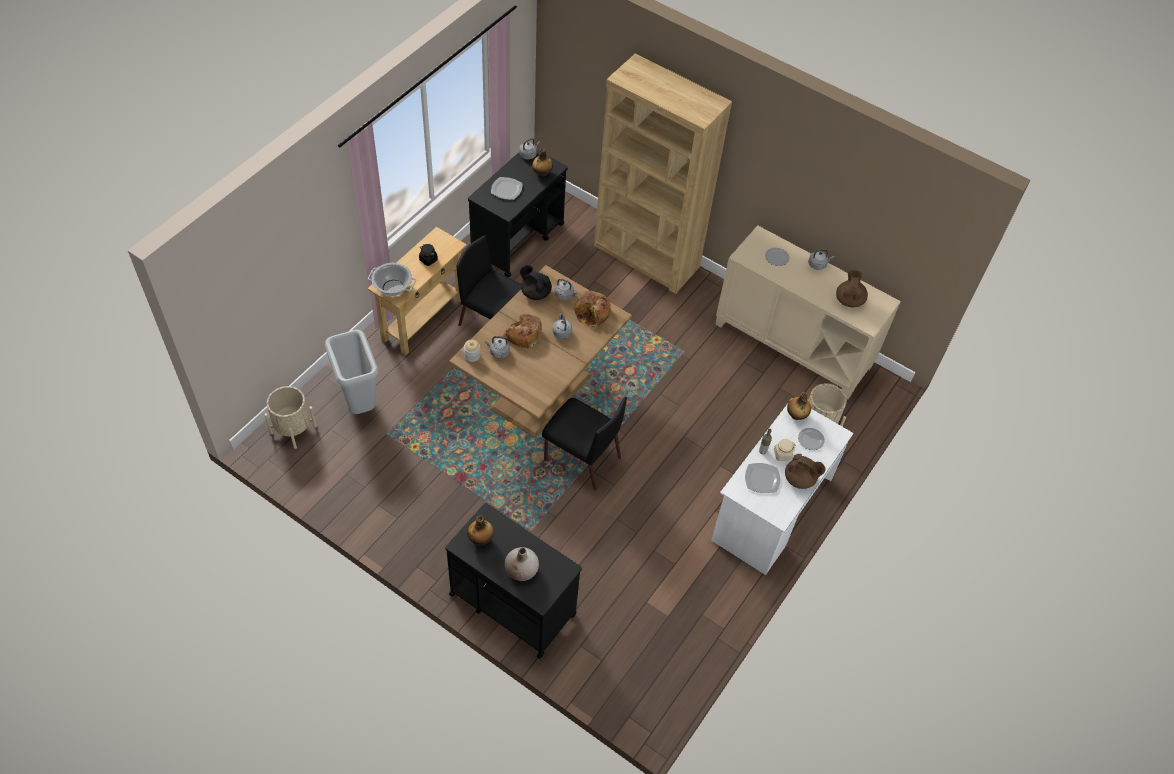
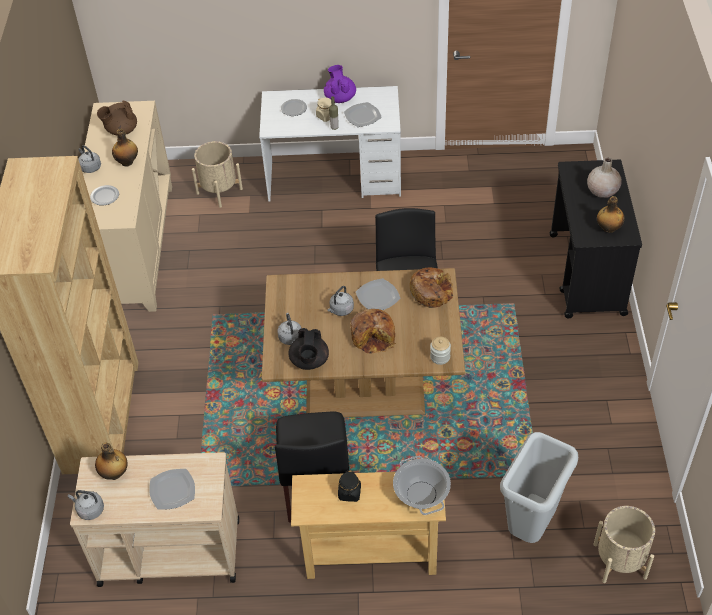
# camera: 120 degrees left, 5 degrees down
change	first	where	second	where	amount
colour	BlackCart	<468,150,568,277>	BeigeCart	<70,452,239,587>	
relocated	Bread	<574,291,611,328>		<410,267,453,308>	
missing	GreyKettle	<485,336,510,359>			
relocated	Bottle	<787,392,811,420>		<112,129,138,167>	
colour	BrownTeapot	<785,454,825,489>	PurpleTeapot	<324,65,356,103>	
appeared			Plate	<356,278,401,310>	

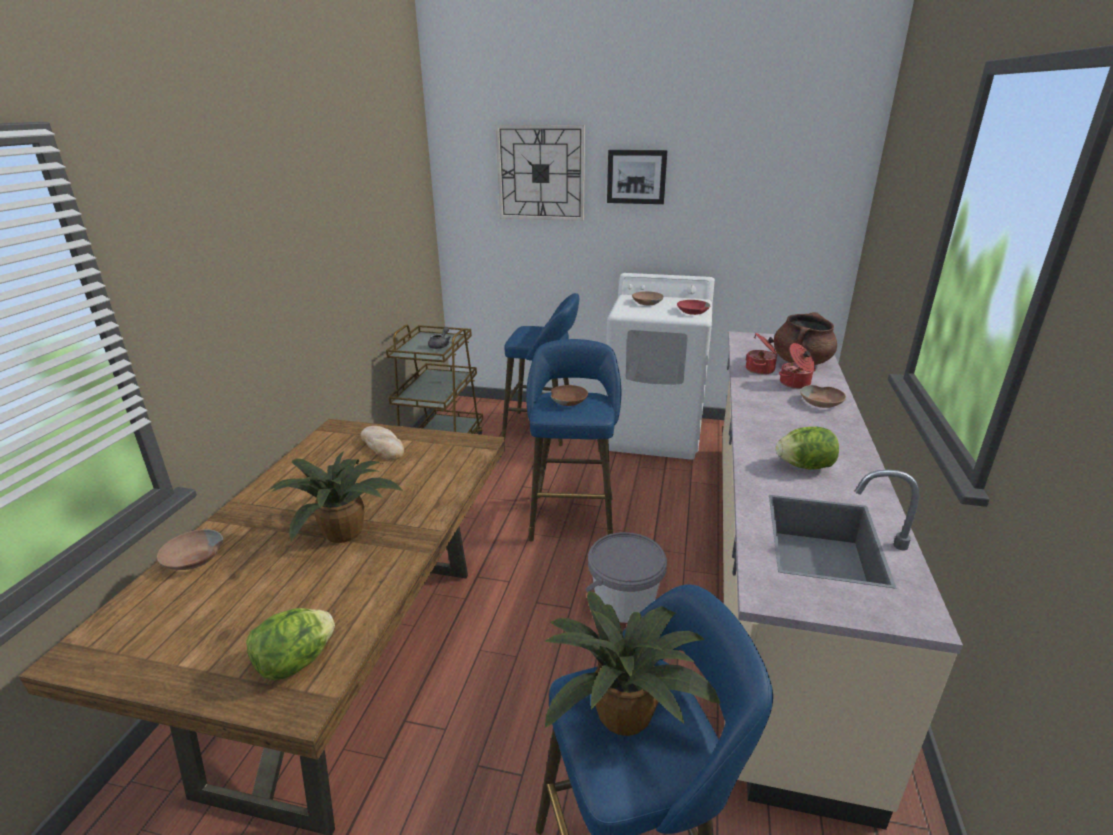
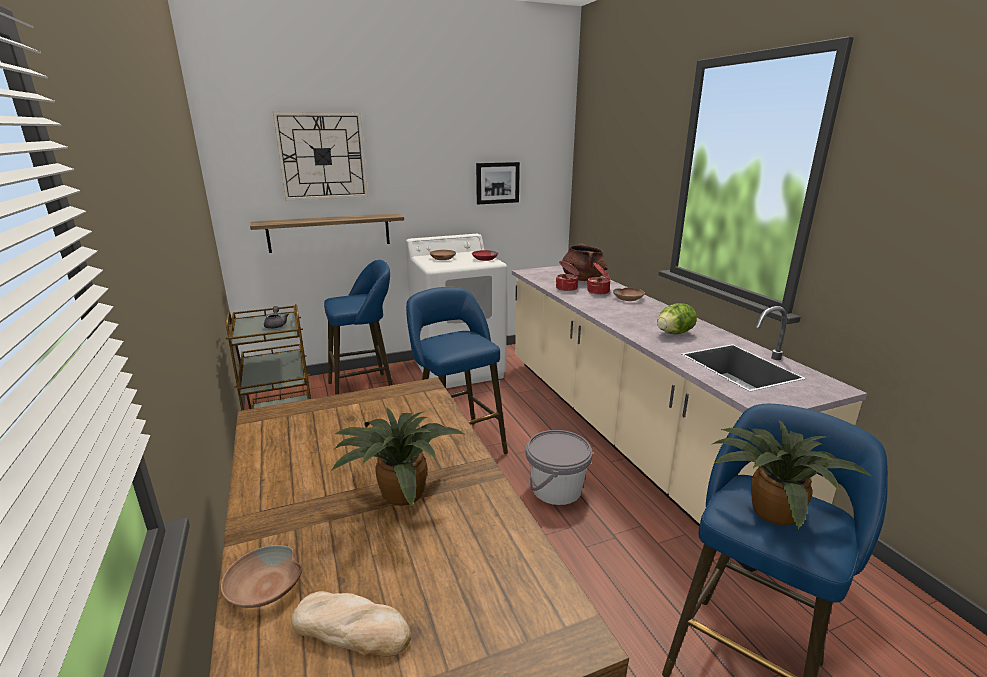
# camera: 35 degrees left, 5 degrees down
change	first	where	second	where	amount
relocated	Picture	<607,150,668,204>		<476,162,520,204>	
missing	BrownBowl	<551,385,588,406>			
relocated	Bread	<361,426,404,460>		<291,591,411,657>	
missing	Lettuce	<246,608,335,680>			
appeared			Shelf	<250,213,404,253>	

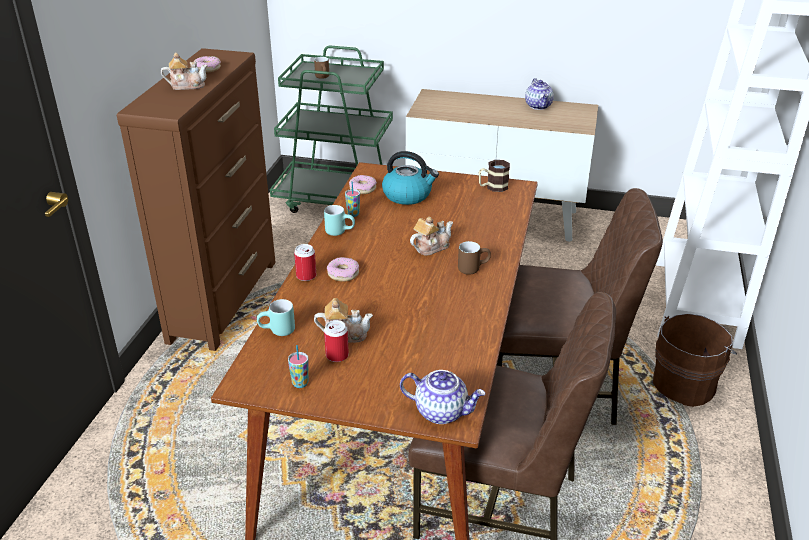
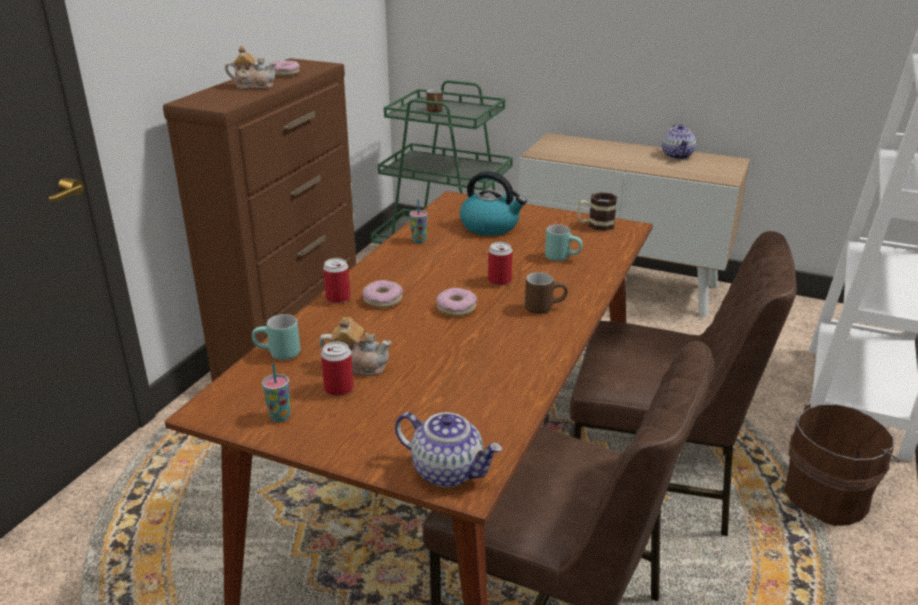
# camera: 10 degrees right, 5 degrees down
change	first	where	second	where	amount
relocated	Donut	<349,175,377,194>		<436,288,477,317>	
relocated	TurquoiseMug	<324,205,355,236>		<545,225,583,261>	
exchanged	Teapot	<410,217,453,255>	Can	<488,242,513,286>	

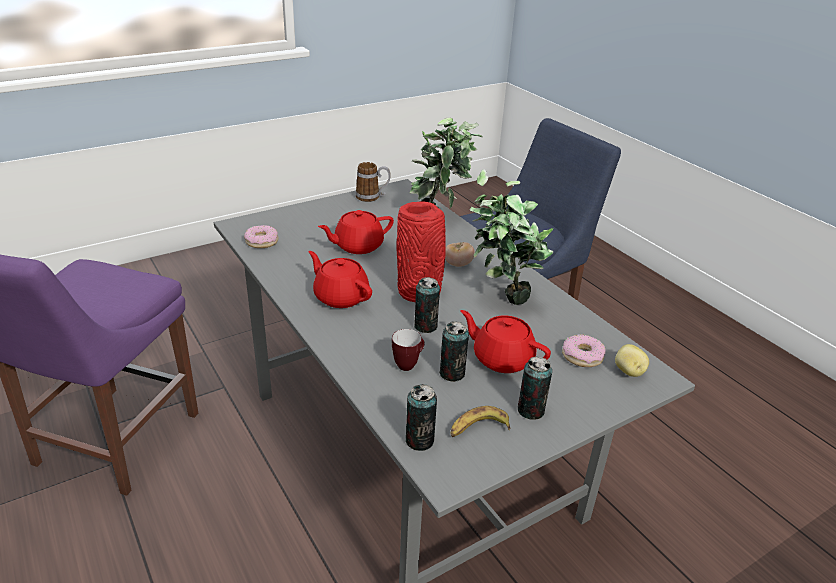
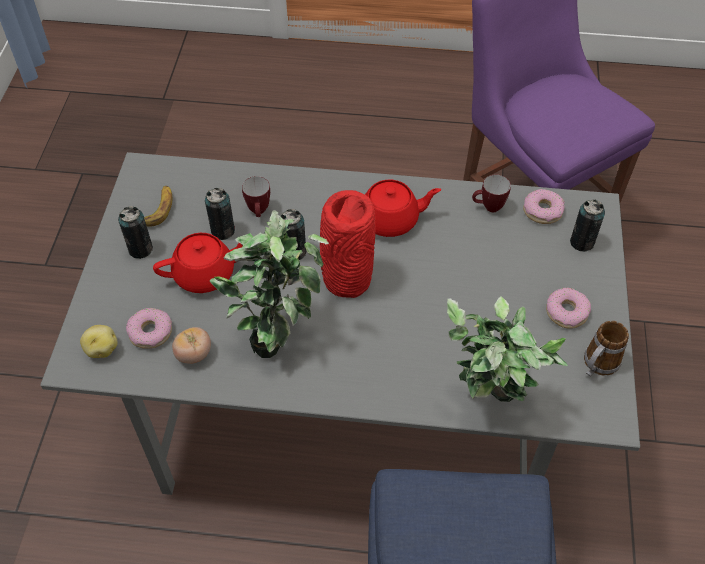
# camera: 130 degrees right, 20 degrees up
change	first	where	second	where	amount
missing	RedTeapot	<318,210,394,254>			
relocated	Tomato	<445,242,475,267>		<172,327,211,364>	
relocated	Can	<405,384,437,451>		<570,199,605,252>	
appeared			Mug	<472,175,511,212>	
appeared			Donut	<546,288,591,329>	

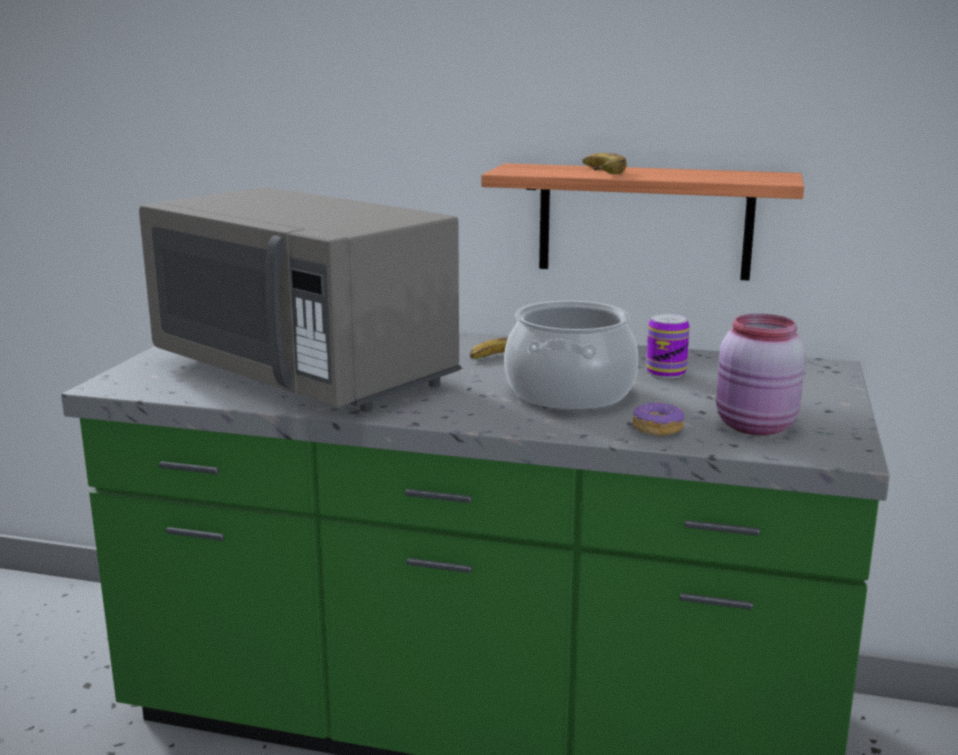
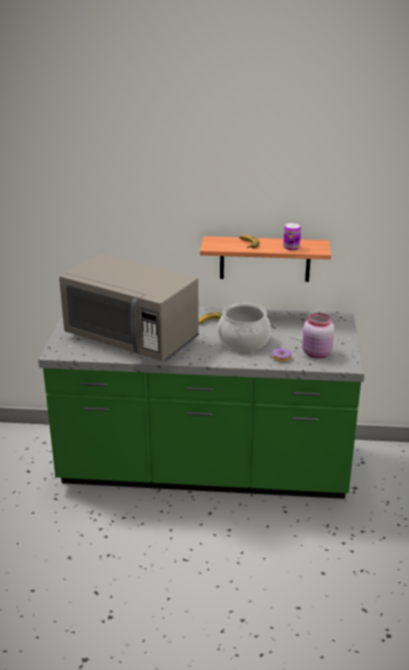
# camera: 10 degrees left, 10 degrees up
change	first	where	second	where	amount
relocated	Can	<646,314,690,378>		<283,223,301,251>	

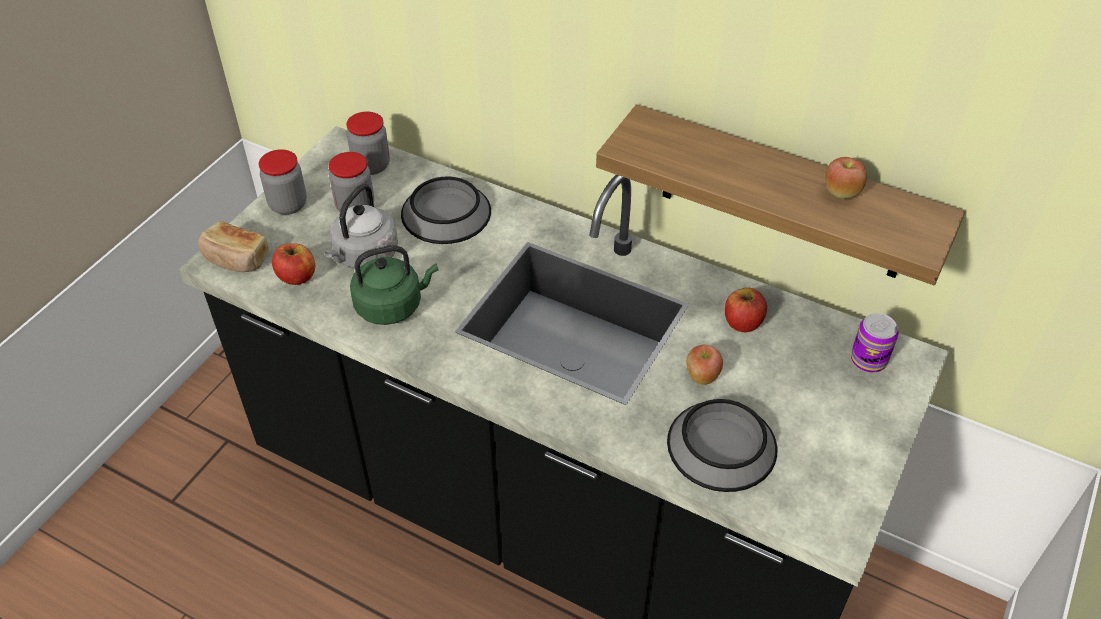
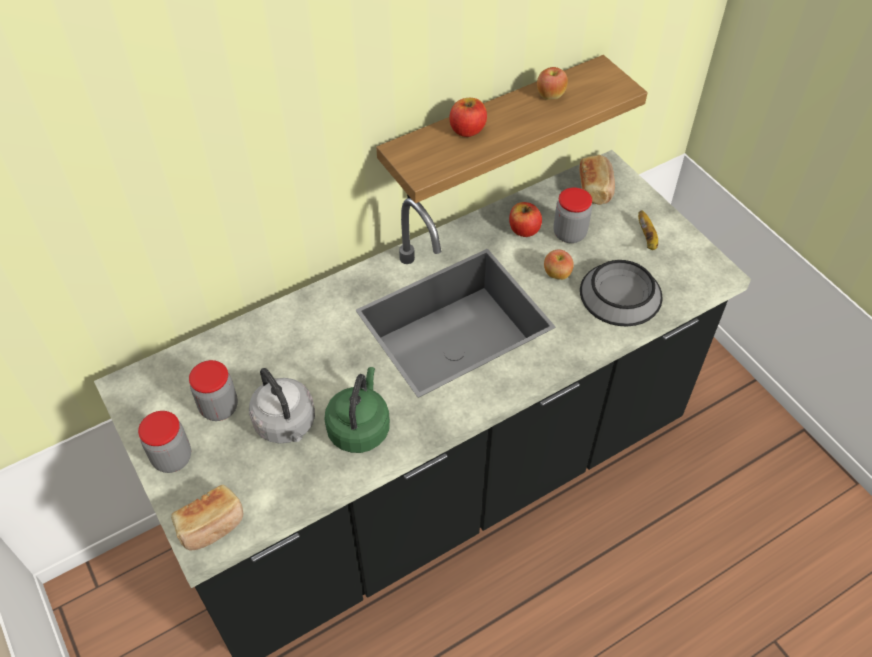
# camera: 60 degrees left, 5 degrees up
change	first	where	second	where	amount
relocated	Jar	<346,112,390,175>		<553,187,592,243>	
missing	Bowl	<401,176,491,244>			
relocated	Apple	<272,244,315,285>		<450,98,487,137>	
exchanged	Can	<851,313,899,373>	Bread	<579,155,615,205>	
appeared			Banana	<638,211,658,250>	

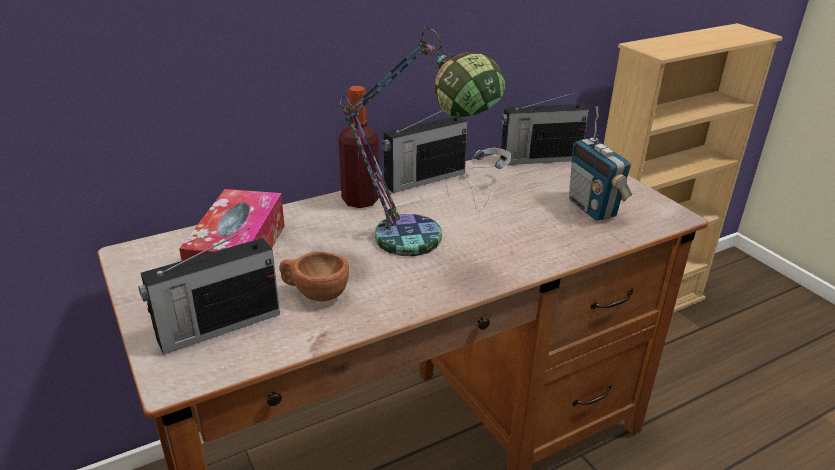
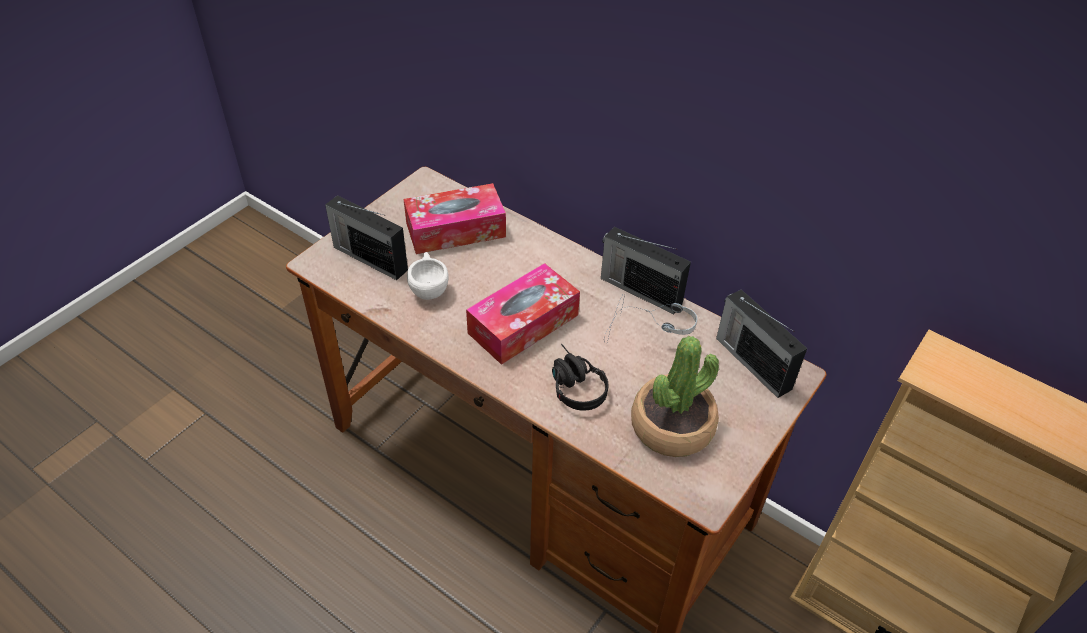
# camera: 65 degrees right, 15 degrees up
change	first	where	second	where	amount
exchanged	TableLamp	<340,27,505,256>	TissueBox	<466,263,580,365>	
missing	Bottle	<339,86,379,208>			
exchanged	Radio	<569,106,632,221>	PottedPlant	<631,336,719,457>	
colour	BrownCup	<279,251,349,302>	WhiteCup	<407,252,449,300>	
appeared			BlackHeadphones	<552,344,609,411>	

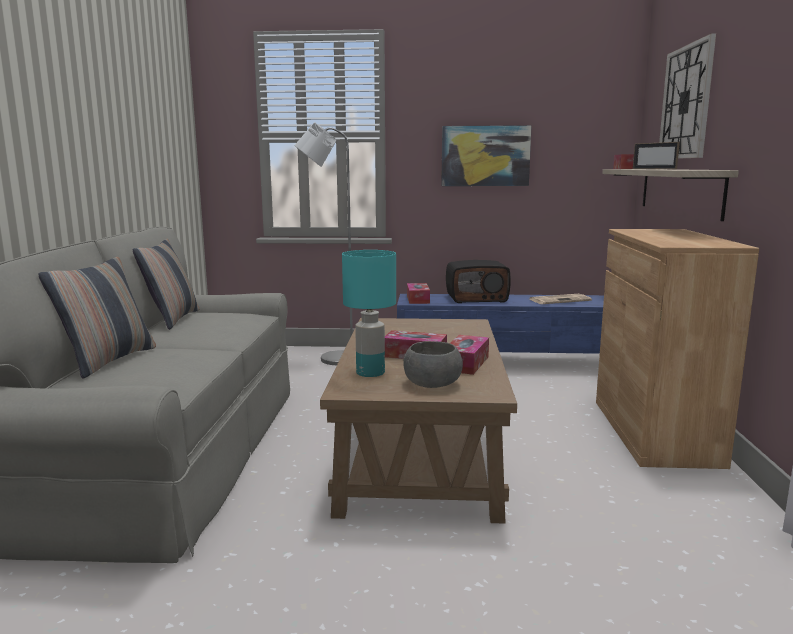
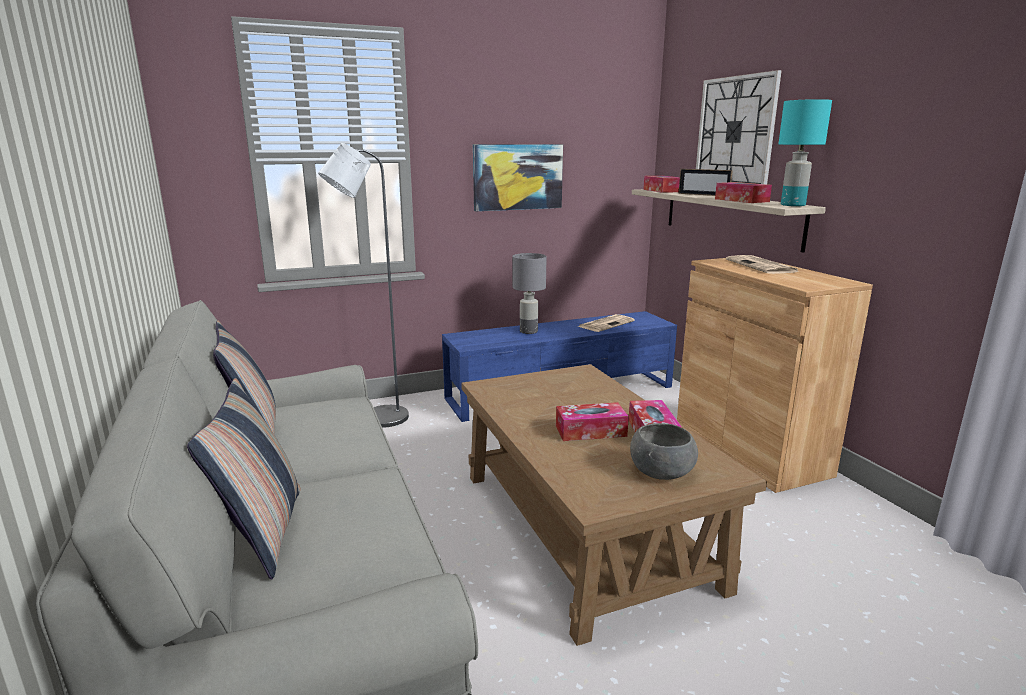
# camera: 25 degrees left, 5 degrees up
change	first	where	second	where	amount
relocated	TurquoiseTableLamp	<342,250,396,377>		<778,99,832,206>	
exchanged	Radio	<446,260,510,303>	GreyTableLamp	<512,253,546,334>	
relocated	TissueBox	<407,283,430,304>		<715,182,772,203>	
appeared			Newspaper	<726,255,798,274>	

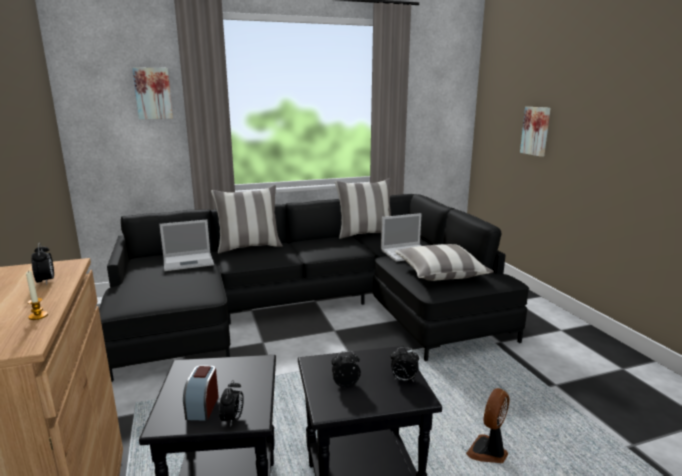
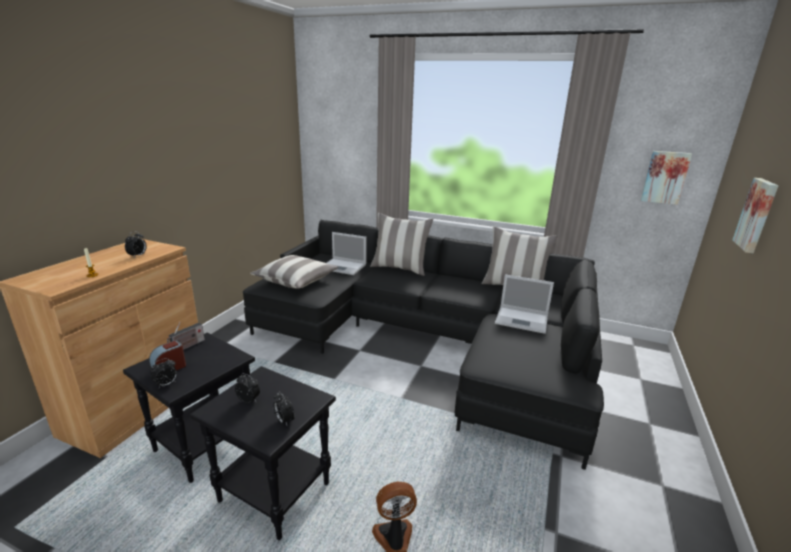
# camera: 40 degrees right, 5 degrees up
change	first	where	second	where	amount
relocated	Picture	<132,67,173,119>		<641,151,692,205>	
relocated	Pillow	<395,244,494,281>		<250,255,339,289>	
appeared			Radio	<167,322,205,350>	

